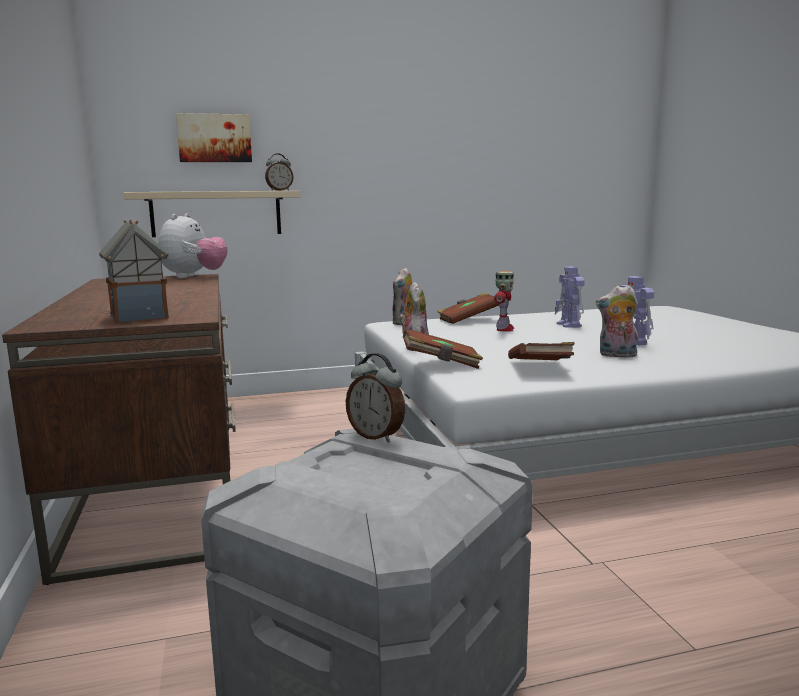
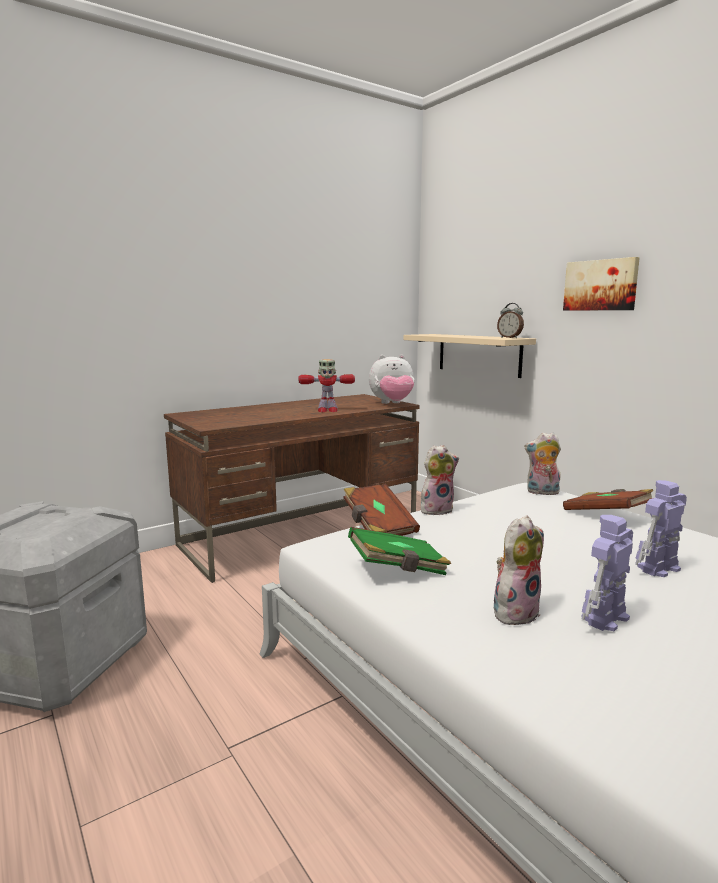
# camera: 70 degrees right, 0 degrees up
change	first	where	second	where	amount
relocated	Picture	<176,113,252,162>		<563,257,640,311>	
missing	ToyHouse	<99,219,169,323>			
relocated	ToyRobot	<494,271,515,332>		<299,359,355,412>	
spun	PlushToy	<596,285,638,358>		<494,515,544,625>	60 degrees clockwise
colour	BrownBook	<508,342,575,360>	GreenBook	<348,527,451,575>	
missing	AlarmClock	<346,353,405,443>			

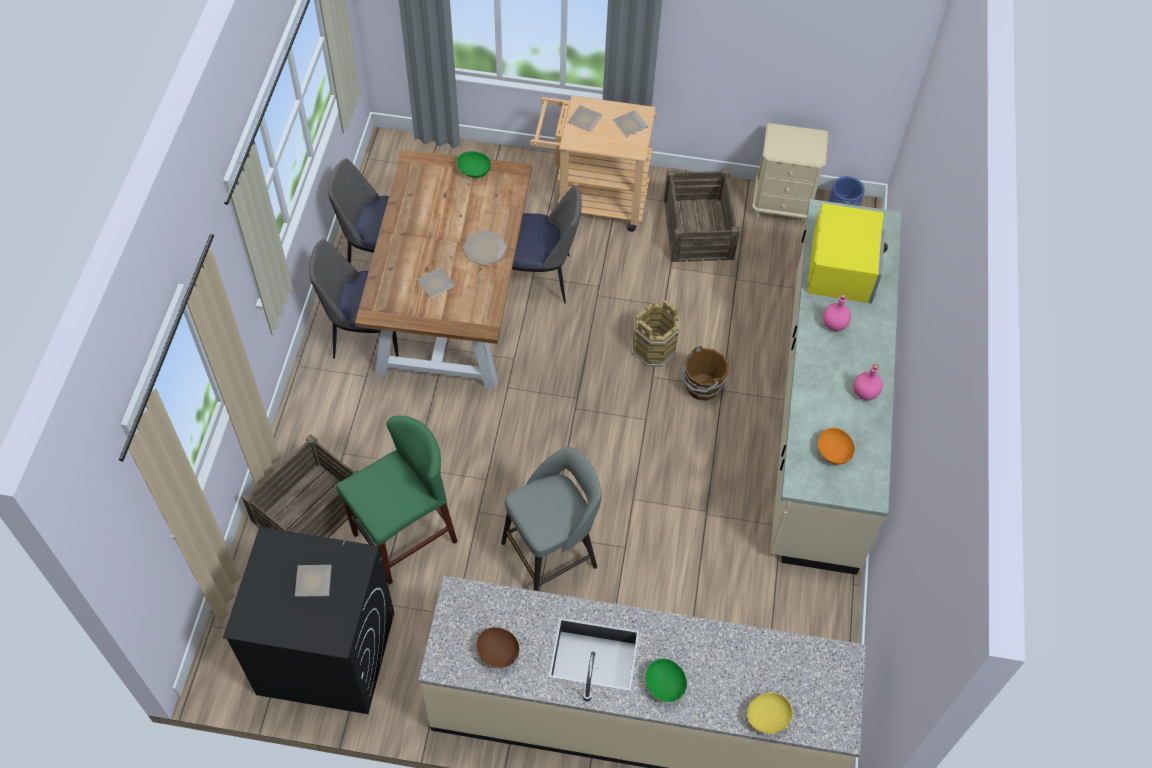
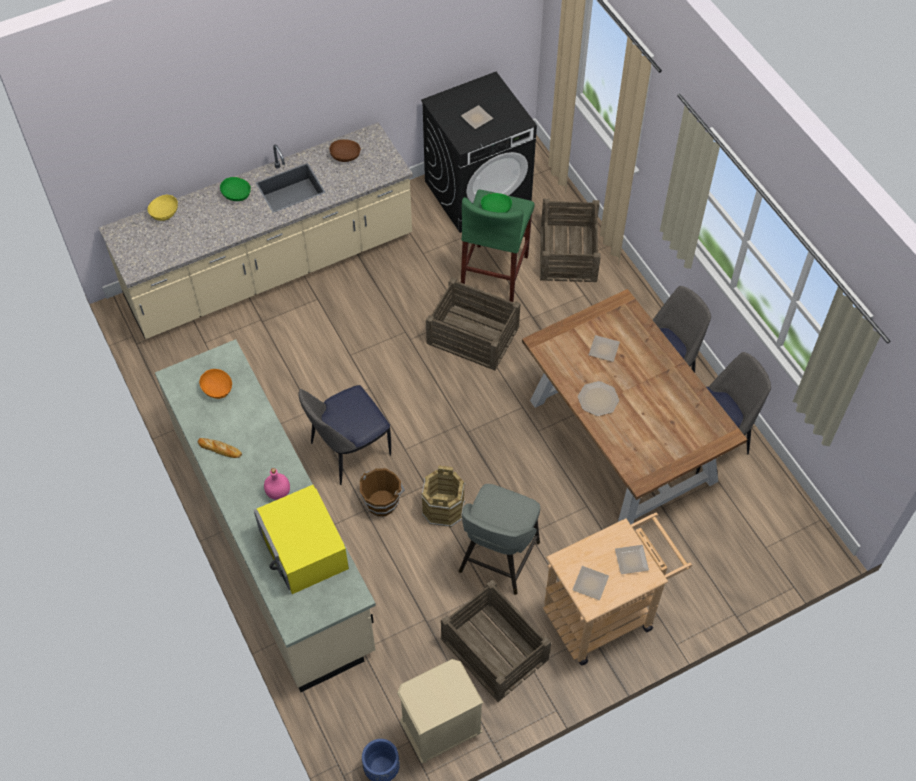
# camera: 145 degrees right, 0 degrees up
change	first	where	second	where	amount
relocated	GreenBowl	<457,151,491,178>		<481,193,512,213>	
relocated	Chair	<512,185,582,303>		<298,385,391,485>	
exchanged	PinkBottle	<853,364,883,401>	Bread	<198,438,242,458>	
relocated	GreyStool	<501,447,602,591>		<459,484,540,595>	
appeared			Crate	<426,277,521,370>	

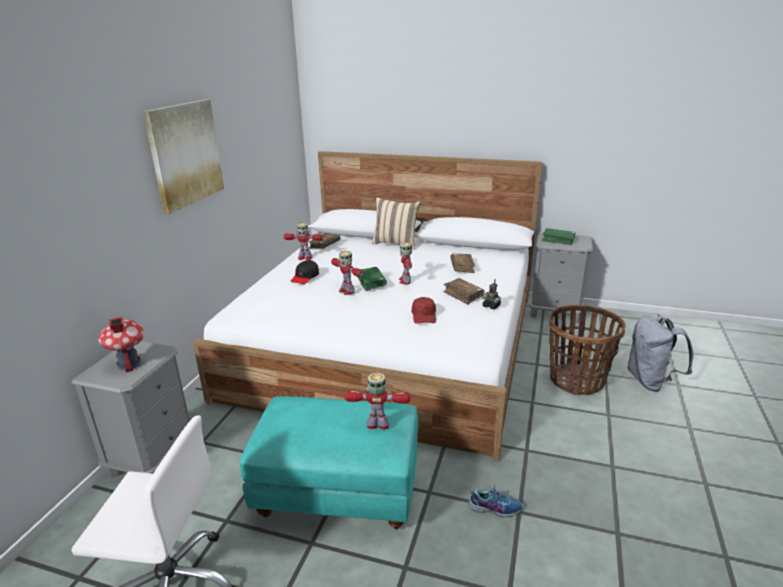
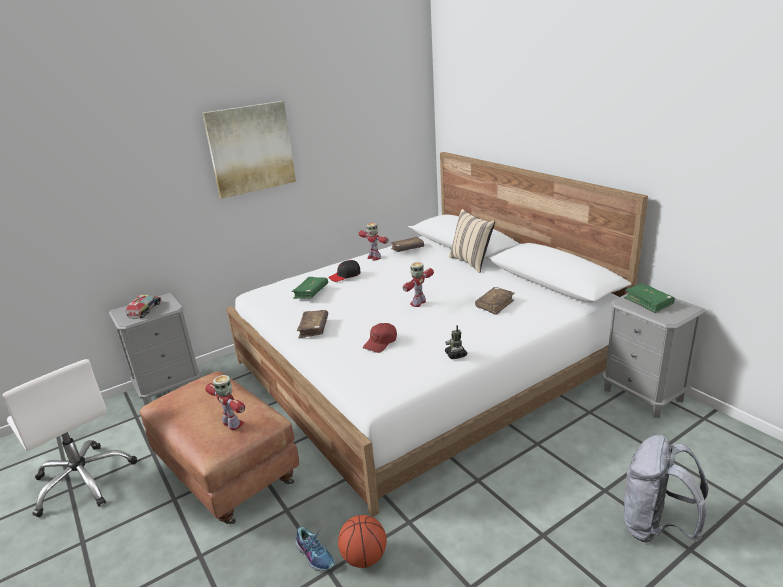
# camera: 40 degrees right, 0 degrees up
change	first	where	second	where	amount
missing	ToyRobot	<331,251,363,295>			
relocated	GreenBook	<357,267,387,291>		<292,277,328,299>	
relocated	BrownBook	<443,278,484,304>		<297,310,328,339>	
missing	Basket	<549,305,626,396>			
exchanged	ToyHouse	<98,316,144,372>	ToyTruck	<125,295,161,319>	
colour	TurquoiseOttoman	<240,396,418,530>	BrownOttoman	<140,371,299,525>	
appeared			Basketball	<338,515,387,568>	

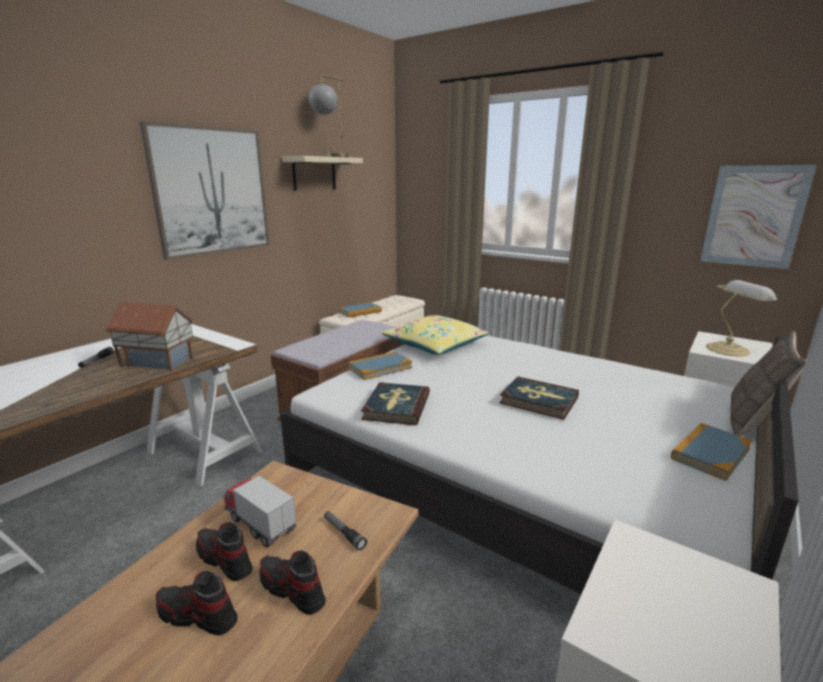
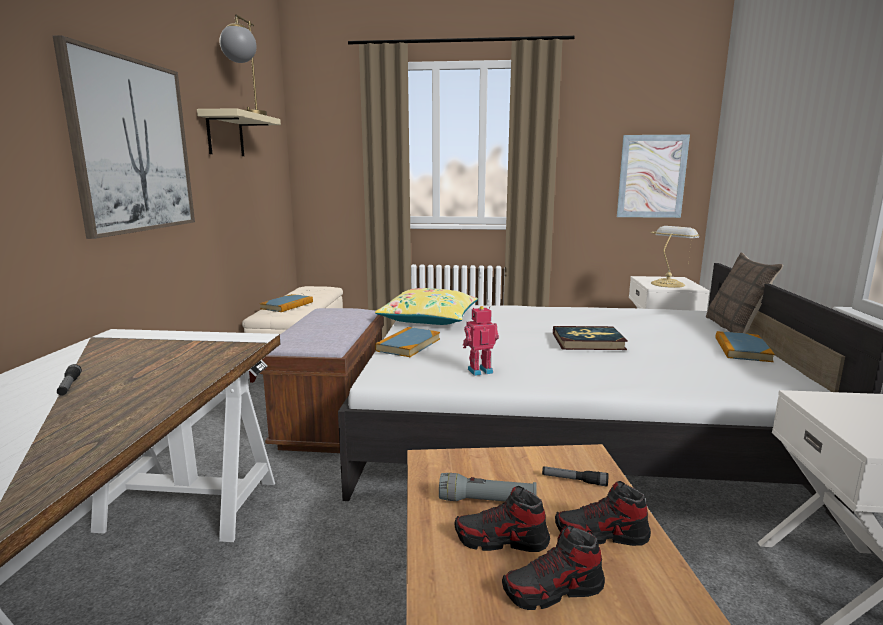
# camera: 30 degrees left, 5 degrees down
change	first	where	second	where	amount
missing	ToyHouse	<105,302,194,371>			
exchanged	Book	<361,382,430,425>	ToyRobot	<463,306,499,376>	
exchanged	ToyTruck	<223,476,297,548>	GreyFlashlight	<439,473,537,501>	

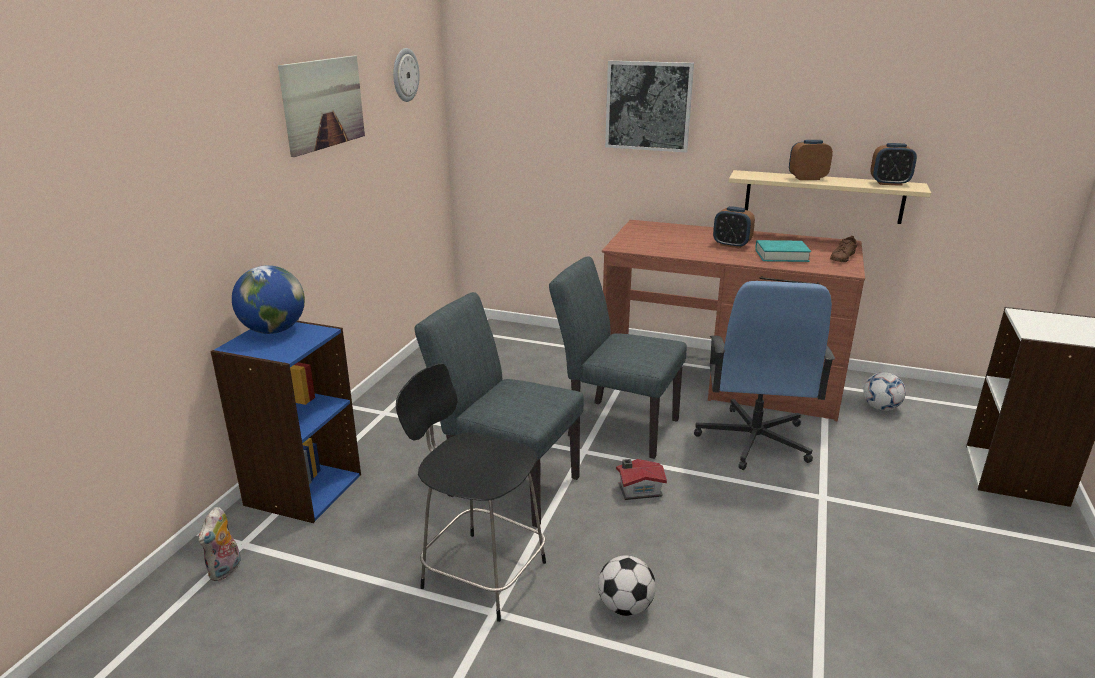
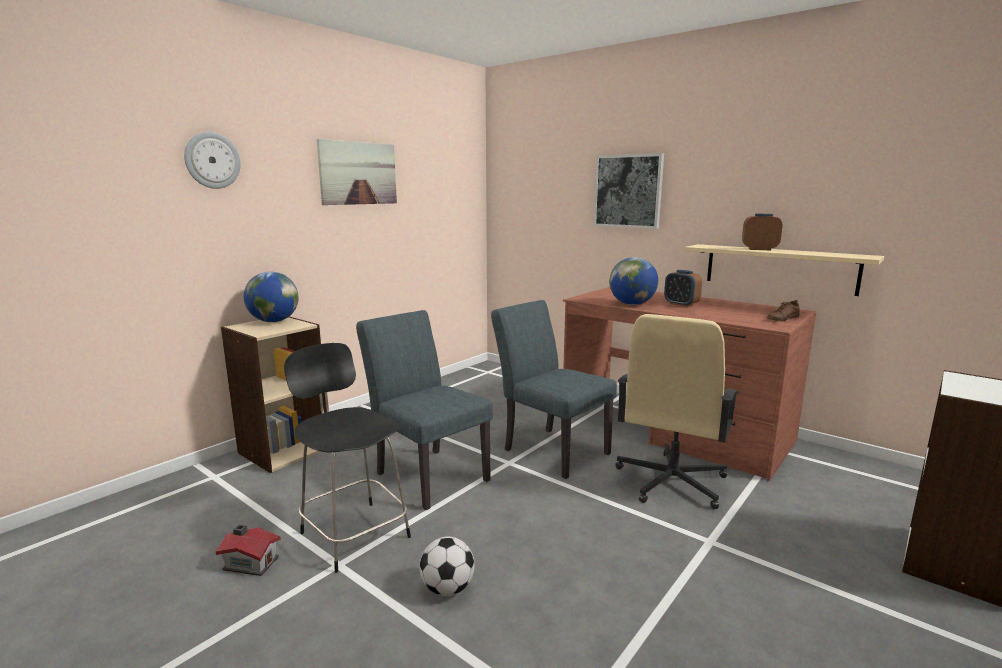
# camera: 20 degrees right, 10 degrees down
change	first	where	second	where	amount
relocated	WallClock	<393,48,420,102>		<184,132,241,189>	
missing	AlarmClock	<870,143,917,186>			
missing	TurquoiseBook	<755,240,811,262>			
colour	BlueOfficeChair	<694,281,835,470>	BeigeOfficeChair	<615,314,739,509>	
colour	BlueBookcase	<210,321,361,523>	BeigeBookcase	<221,317,327,473>	
missing	Football	<863,372,906,411>			
relocated	ToyHouse	<616,459,667,500>		<215,524,281,576>	
missing	PlushToy	<198,507,241,581>			
appeared			Globe	<609,257,658,305>	

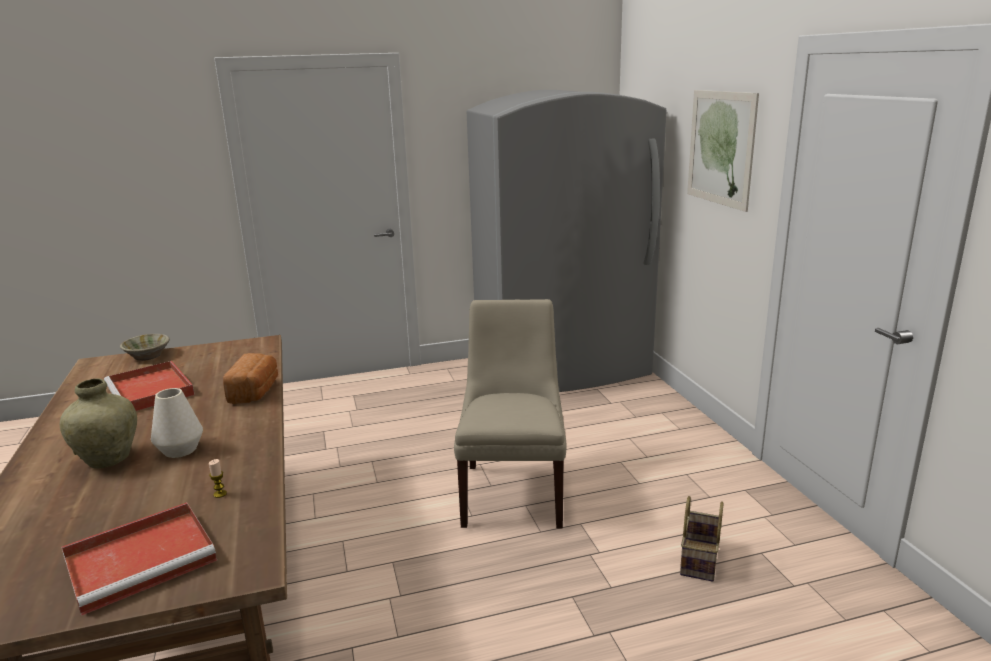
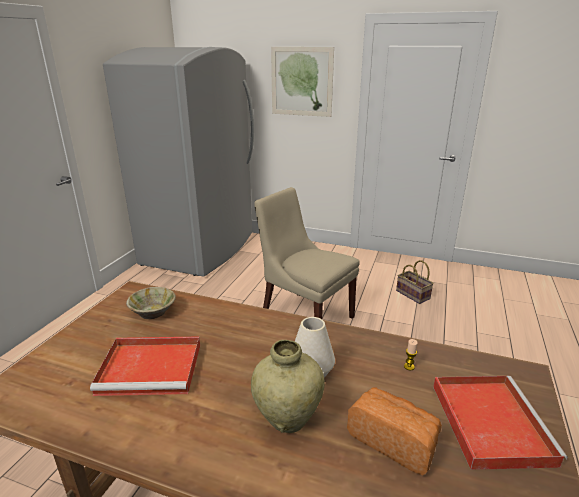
# camera: 55 degrees left, 5 degrees up
change	first	where	second	where	amount
relocated	BeigeBowl	<120,334,170,361>		<126,287,176,319>	
relocated	Bread	<223,353,278,404>		<347,387,442,475>	

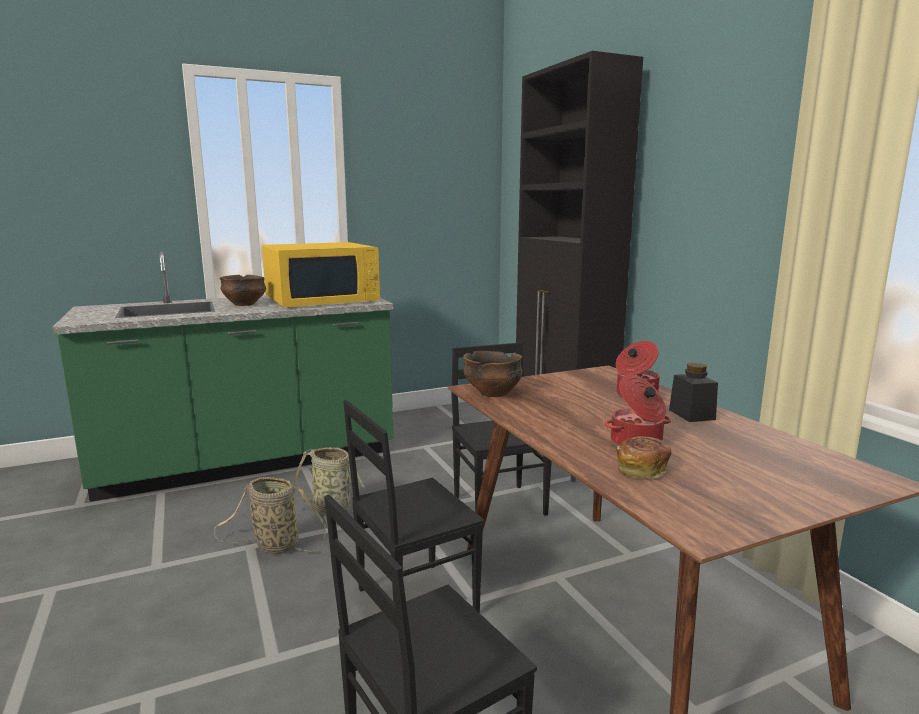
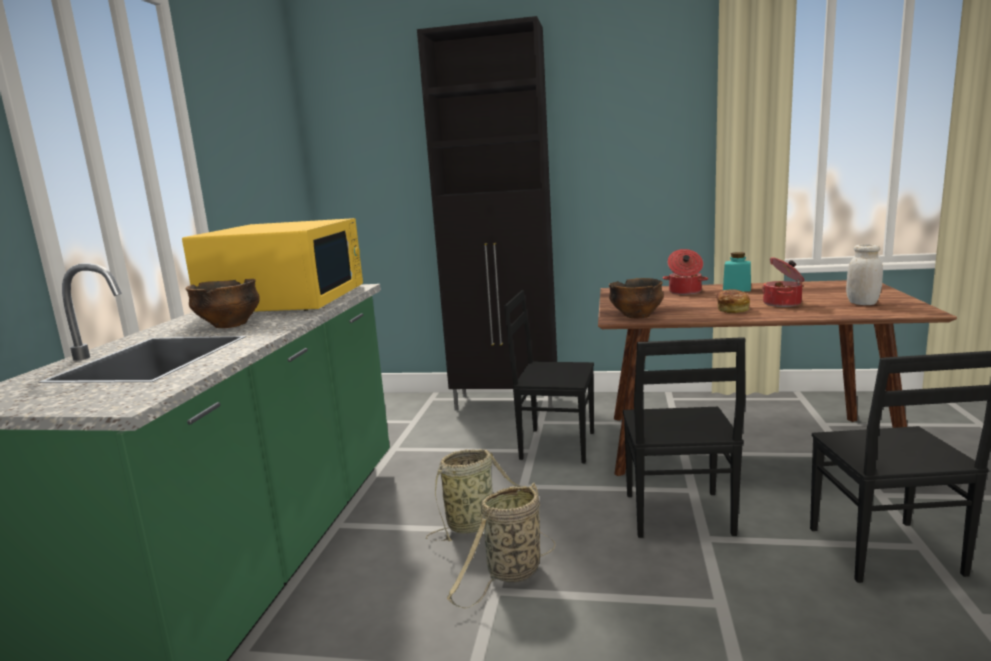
# camera: 55 degrees left, 0 degrees up
change	first	where	second	where	amount
colour	BlackJar	<669,363,718,422>	TurquoiseJar	<723,252,751,292>	
relocated	Bread	<616,436,671,478>		<716,289,750,313>	
appeared			WhiteJar	<846,244,883,305>	

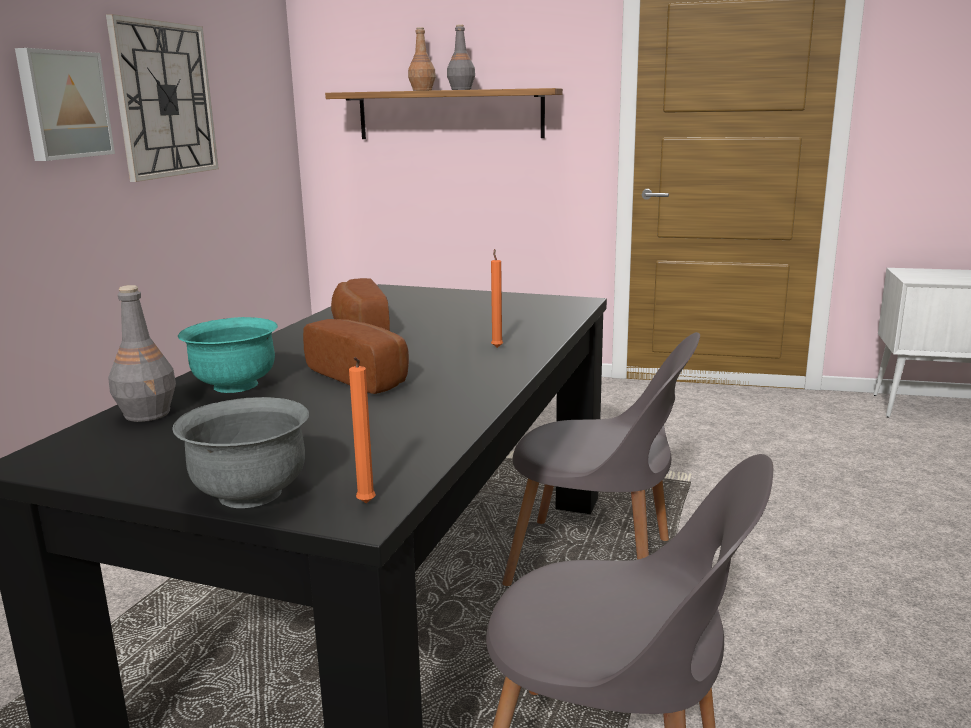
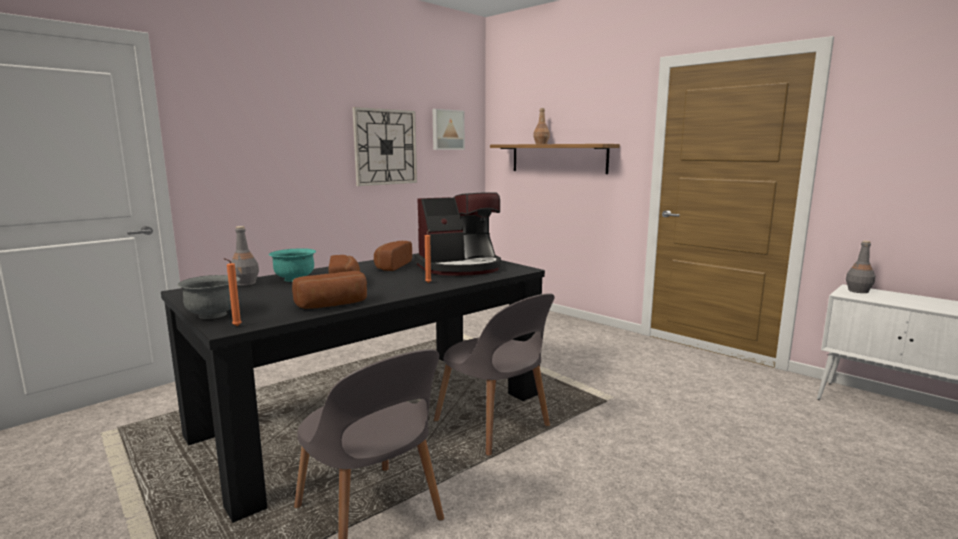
# camera: 30 degrees right, 5 degrees down
change	first	where	second	where	amount
relocated	GreyBottle	<447,25,475,90>		<846,241,875,293>	
relocated	Picture	<15,48,115,161>		<433,109,465,150>	
appeared			CoffeeMachine	<414,192,501,276>	
appeared			Bread	<292,271,367,309>	

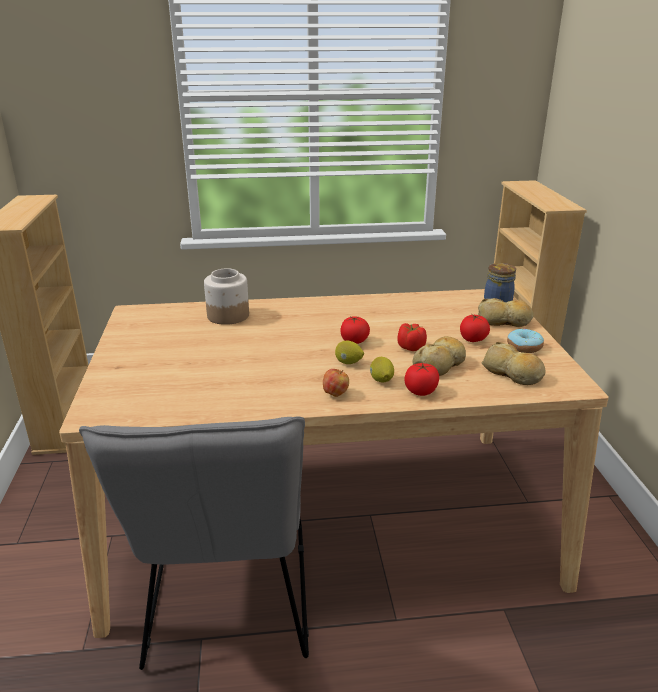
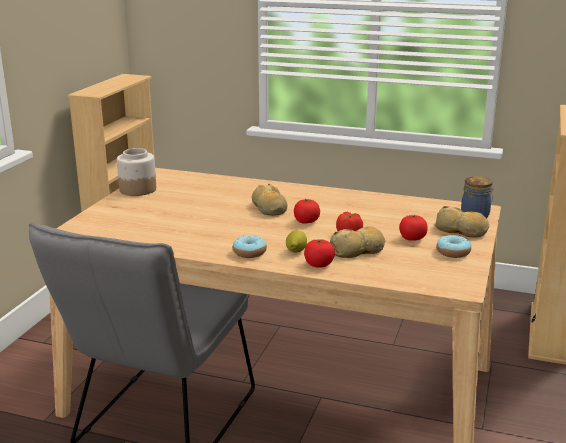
# camera: 25 degrees right, 5 degrees down
change	first	where	second	where	amount
relocated	Jar	<204,268,249,325>		<117,148,156,196>	
missing	Lemon	<335,341,364,364>			
relocated	Bread	<481,342,545,385>		<252,184,287,216>	
exchanged	Apple	<323,369,349,397>	Donut	<233,235,267,258>	

